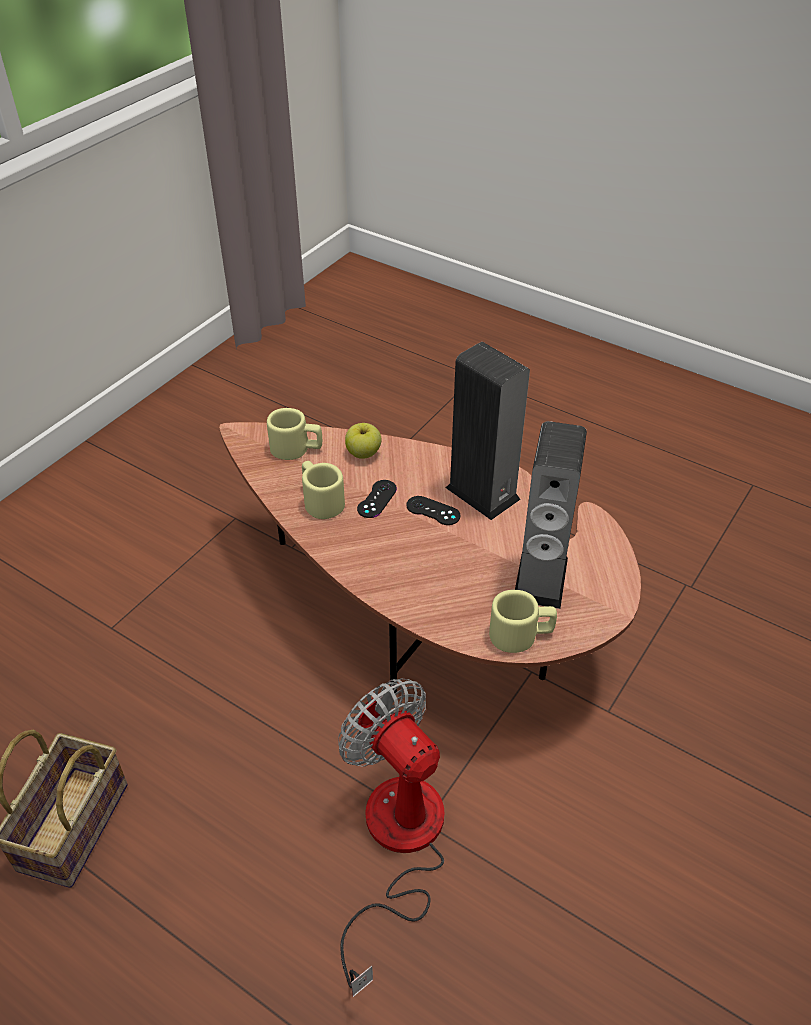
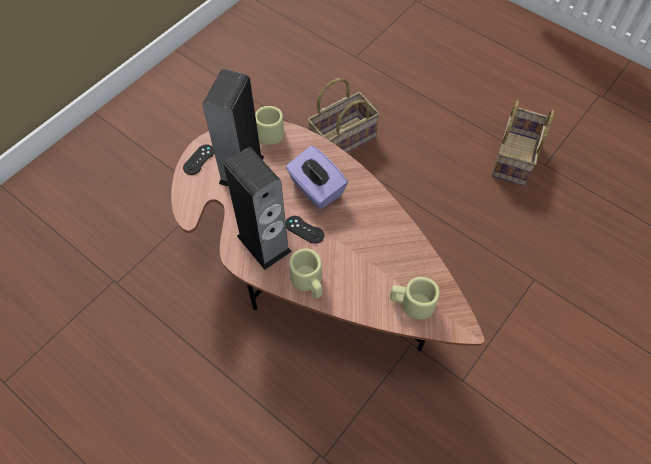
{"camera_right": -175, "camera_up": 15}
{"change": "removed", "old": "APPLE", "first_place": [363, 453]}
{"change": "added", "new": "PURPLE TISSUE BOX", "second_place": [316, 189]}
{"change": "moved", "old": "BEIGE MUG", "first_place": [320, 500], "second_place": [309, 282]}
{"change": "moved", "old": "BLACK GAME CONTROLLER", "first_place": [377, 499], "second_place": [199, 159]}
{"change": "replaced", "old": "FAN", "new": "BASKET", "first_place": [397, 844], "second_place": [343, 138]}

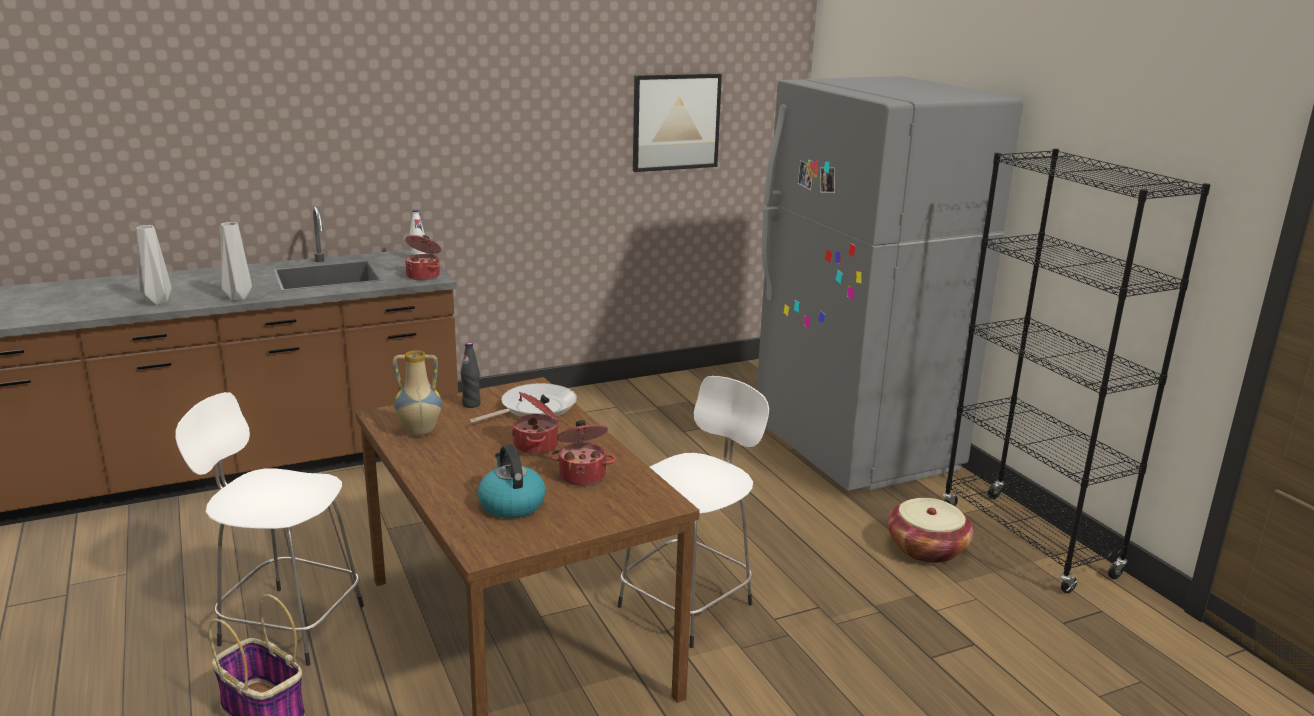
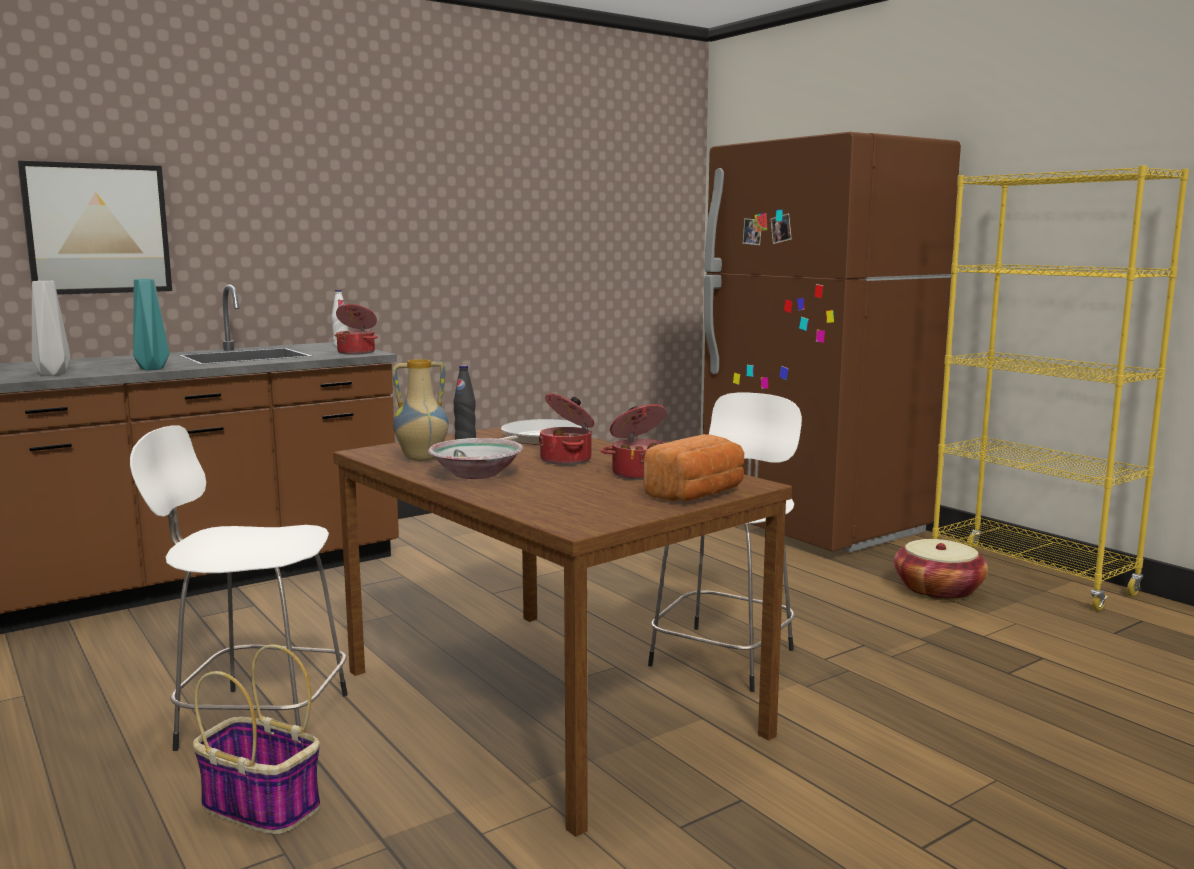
{"camera_right": -10, "camera_up": -10}
{"change": "removed", "old": "KETTLE", "first_place": [511, 504]}
{"change": "added", "new": "BOWL", "second_place": [477, 474]}
{"change": "added", "new": "BREAD", "second_place": [697, 494]}
{"change": "moved", "old": "PICTURE", "first_place": [676, 122], "second_place": [98, 229]}
{"change": "recoloured", "old": "GREY VASE", "new": "TURQUOISE VASE", "first_place": [239, 297], "second_place": [153, 368]}
{"change": "recoloured", "old": "GREY FRIDGE", "new": "BROWN FRIDGE", "first_place": [856, 449], "second_place": [813, 525]}
{"change": "recoloured", "old": "BLACK BOOKCASE", "new": "YELLOW BOOKCASE", "first_place": [1027, 541], "second_place": [1030, 577]}

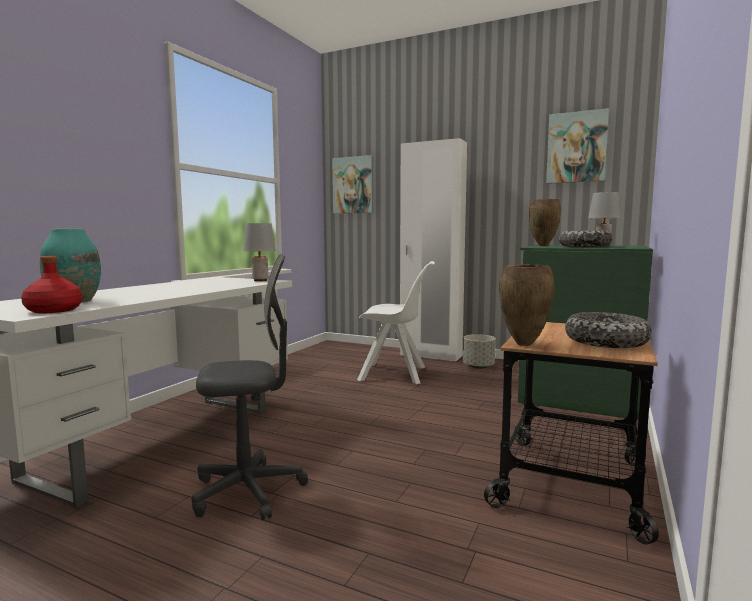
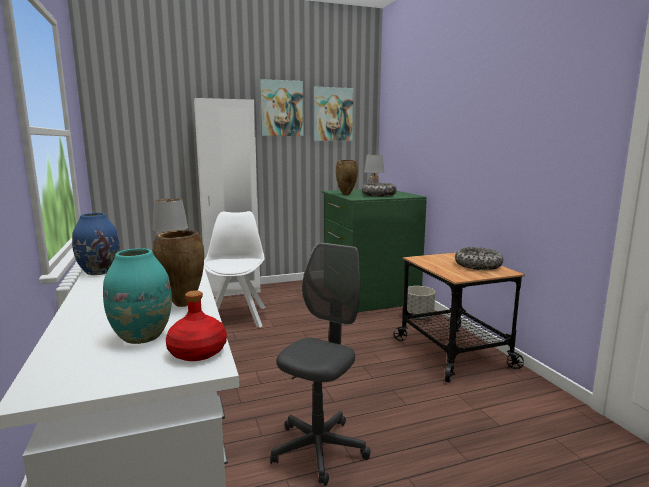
{"camera_right": -45, "camera_up": 5}
{"change": "added", "new": "BLUE VASE", "second_place": [99, 271]}
{"change": "moved", "old": "PICTURE", "first_place": [353, 185], "second_place": [281, 108]}
{"change": "moved", "old": "GREY PLANTER", "first_place": [478, 366], "second_place": [418, 317]}
{"change": "moved", "old": "BROWN VASE", "first_place": [523, 344], "second_place": [182, 305]}
{"change": "turned", "old": "WHITE CHAIR", "first_place": [395, 374], "second_place": [237, 316], "degrees": -60}

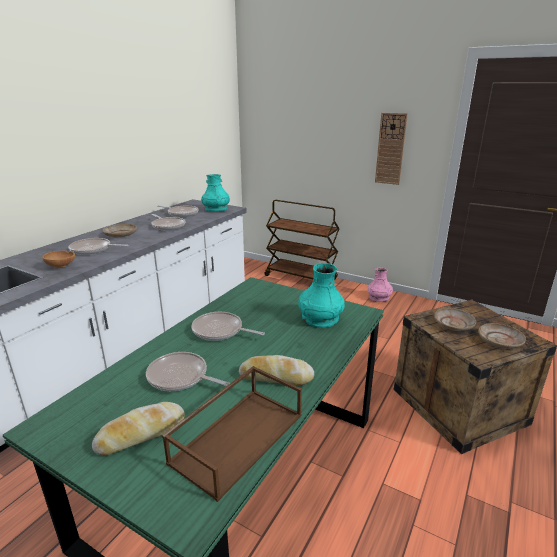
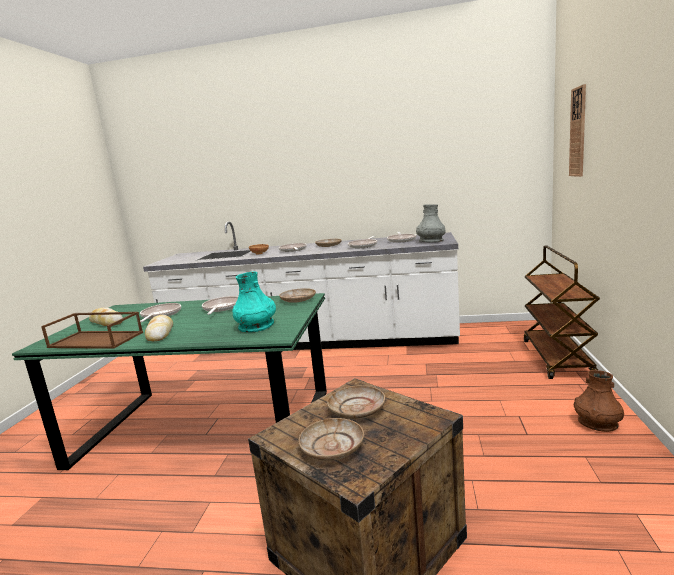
{"camera_right": 70, "camera_up": -10}
{"change": "added", "new": "BEIGE PLATE", "second_place": [298, 300]}
{"change": "moved", "old": "WALL CLOCK", "first_place": [390, 149], "second_place": [578, 132]}
{"change": "recoloured", "old": "TURQUOISE VASE", "new": "GREY VASE", "first_place": [216, 209], "second_place": [431, 241]}
{"change": "recoloured", "old": "PINK VASE", "new": "BROWN VASE", "first_place": [379, 298], "second_place": [597, 423]}

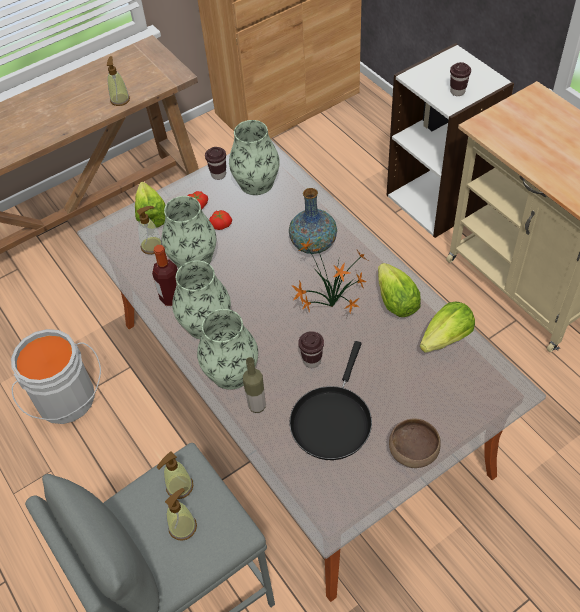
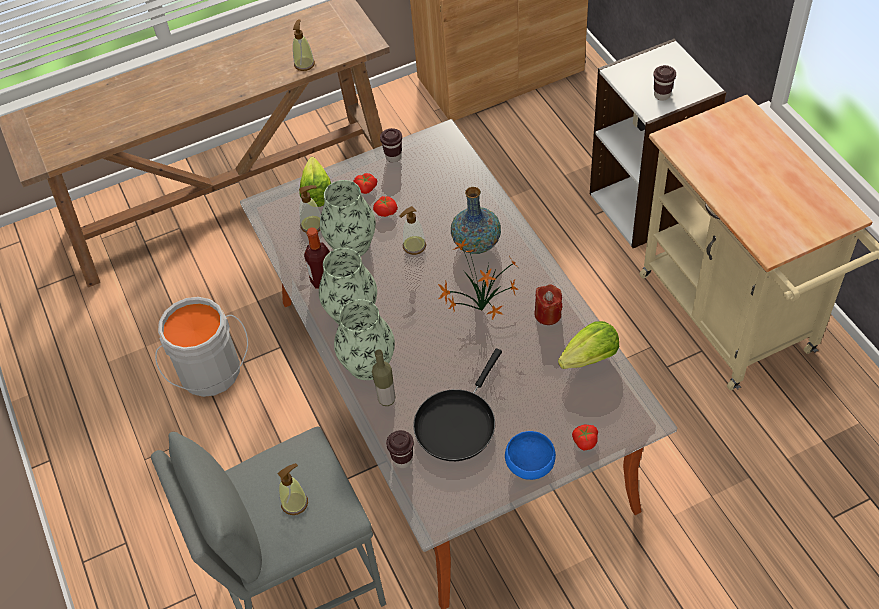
{"camera_right": 10, "camera_up": 0}
{"change": "removed", "old": "VASE", "first_place": [256, 183]}
{"change": "added", "new": "TOMATO", "second_place": [584, 441]}
{"change": "moved", "old": "SOAP DISPENSER", "first_place": [179, 486], "second_place": [414, 246]}
{"change": "moved", "old": "BROWN CUP", "first_place": [312, 360], "second_place": [402, 460]}
{"change": "replaced", "old": "LETTUCE", "new": "RED CANDLE", "first_place": [396, 302], "second_place": [547, 314]}
{"change": "recoloured", "old": "BROWN BOWL", "new": "BLUE BOWL", "first_place": [412, 453], "second_place": [529, 465]}

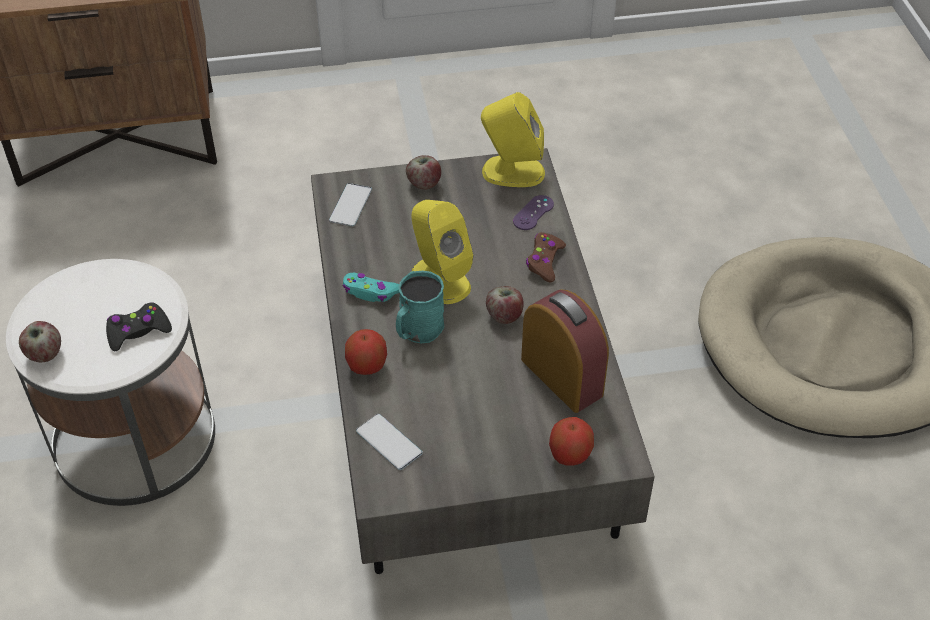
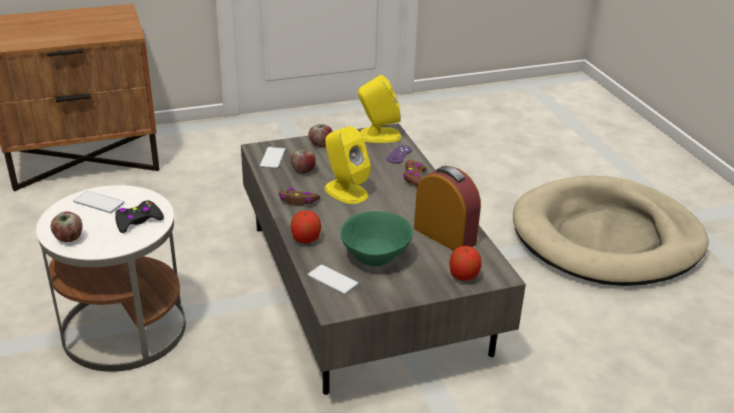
{"camera_right": -10, "camera_up": -15}
{"change": "removed", "old": "TURQUOISE MUG", "first_place": [418, 331]}
{"change": "added", "new": "PHONE", "second_place": [99, 202]}
{"change": "added", "new": "GREEN BOWL", "second_place": [374, 255]}
{"change": "moved", "old": "APPLE", "first_place": [504, 315], "second_place": [303, 170]}
{"change": "recoloured", "old": "TURQUOISE GAME CONTROLLER", "new": "BROWN GAME CONTROLLER", "first_place": [370, 292], "second_place": [298, 201]}

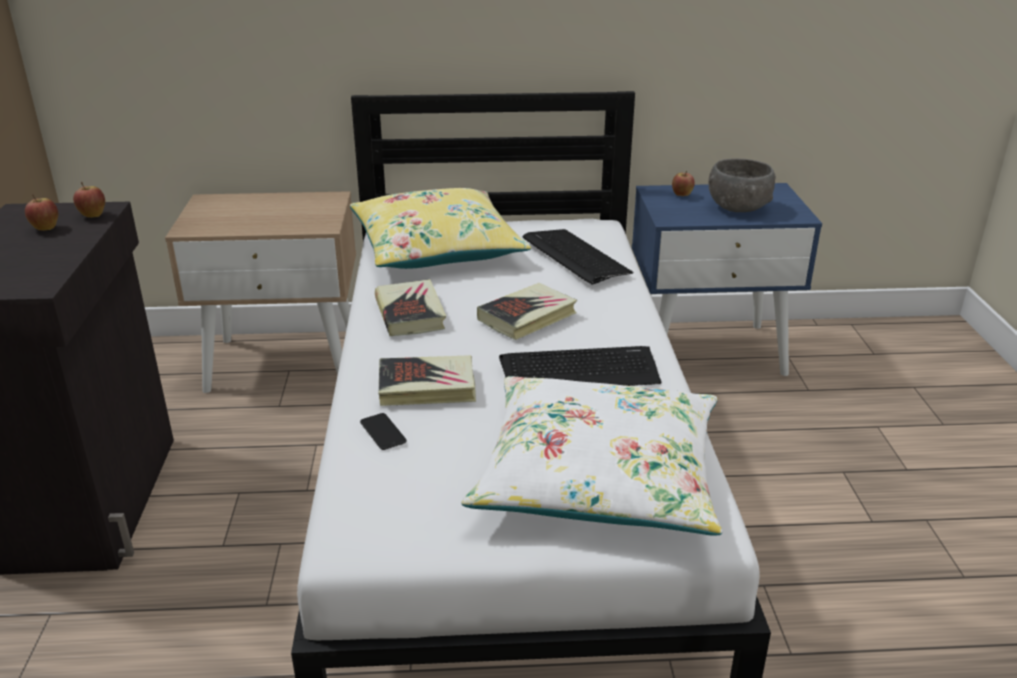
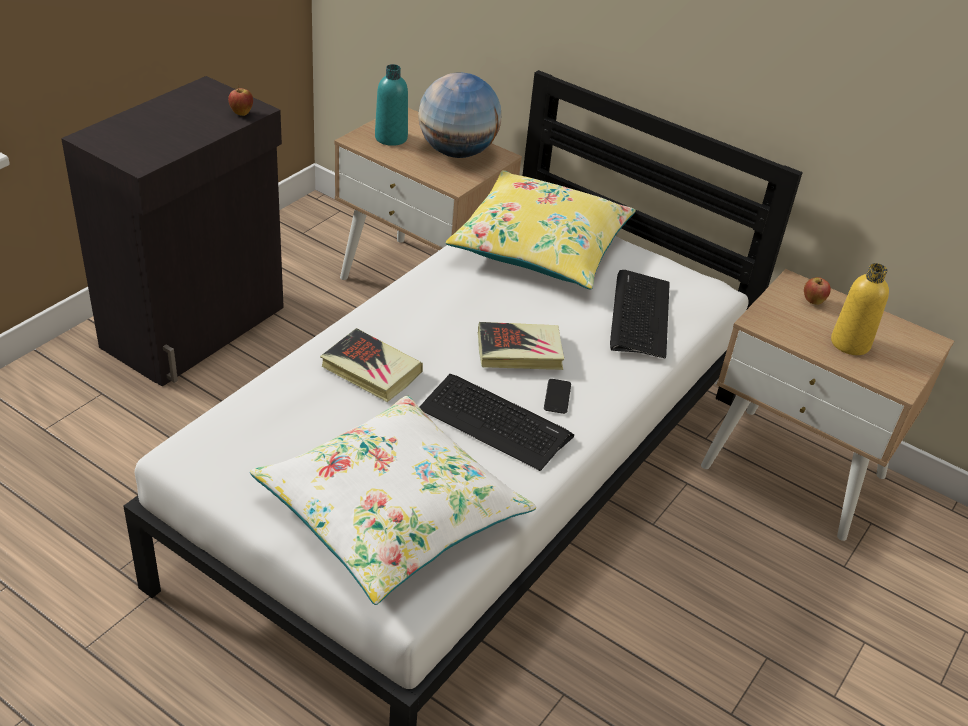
{"camera_right": 35, "camera_up": 10}
{"change": "removed", "old": "APPLE", "first_place": [46, 229]}
{"change": "removed", "old": "BOOK", "first_place": [410, 314]}
{"change": "added", "new": "TURQUOISE BOTTLE", "second_place": [391, 138]}
{"change": "added", "new": "GLOBE", "second_place": [457, 152]}
{"change": "moved", "old": "PHONE", "first_place": [383, 432], "second_place": [557, 397]}
{"change": "replaced", "old": "GREY BOWL", "new": "YELLOW BOTTLE", "first_place": [738, 207], "second_place": [850, 343]}
{"change": "recoloured", "old": "BLUE NIGHTSTAND", "new": "BEIGE NIGHTSTAND", "first_place": [708, 350], "second_place": [794, 471]}

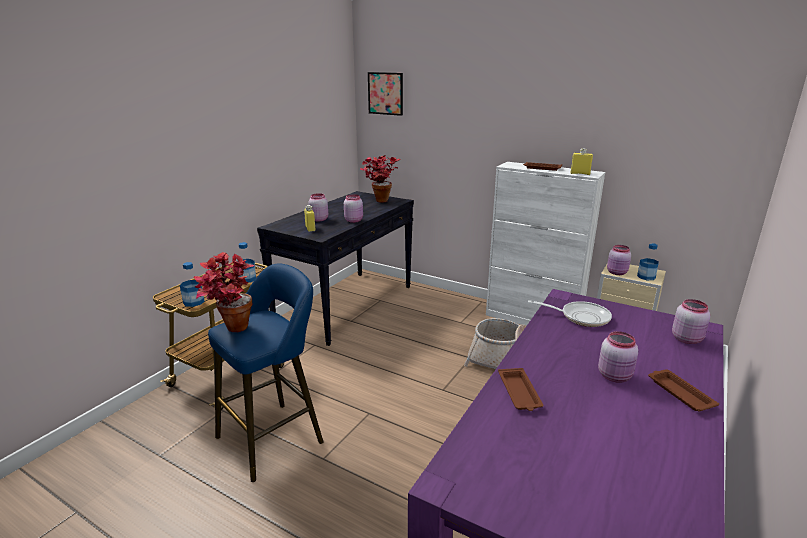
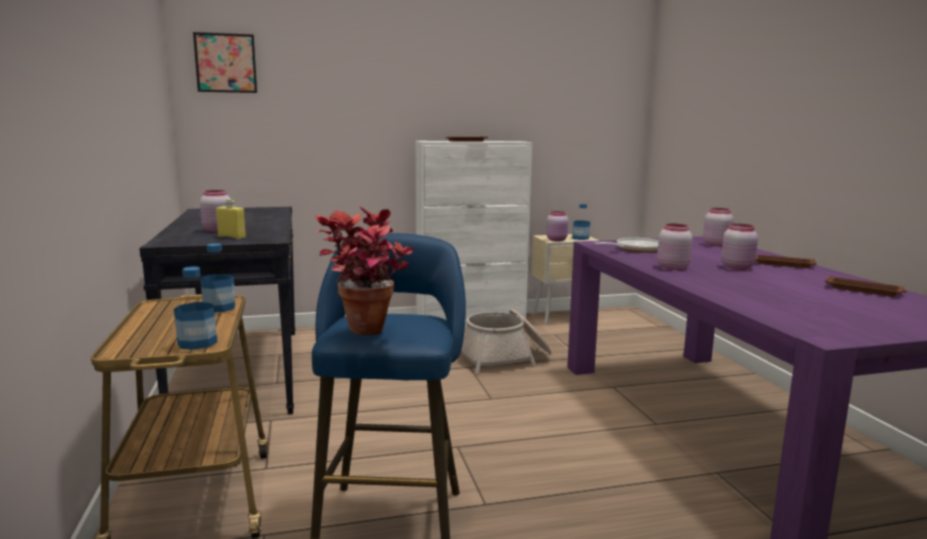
{"camera_right": -45, "camera_up": -10}
{"change": "removed", "old": "POTTED PLANT", "first_place": [379, 200]}
{"change": "removed", "old": "YELLOW BOTTLE", "first_place": [580, 173]}
{"change": "moved", "old": "PINK JAR", "first_place": [354, 220], "second_place": [672, 267]}
{"change": "moved", "old": "BROWN TRAY", "first_place": [519, 393], "second_place": [865, 290]}

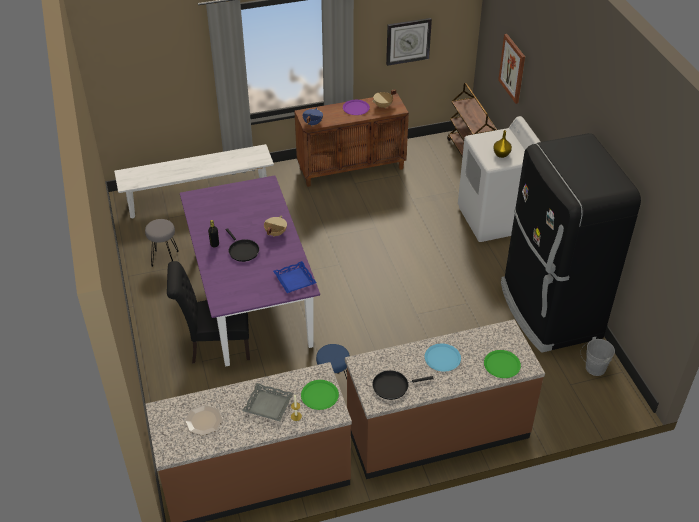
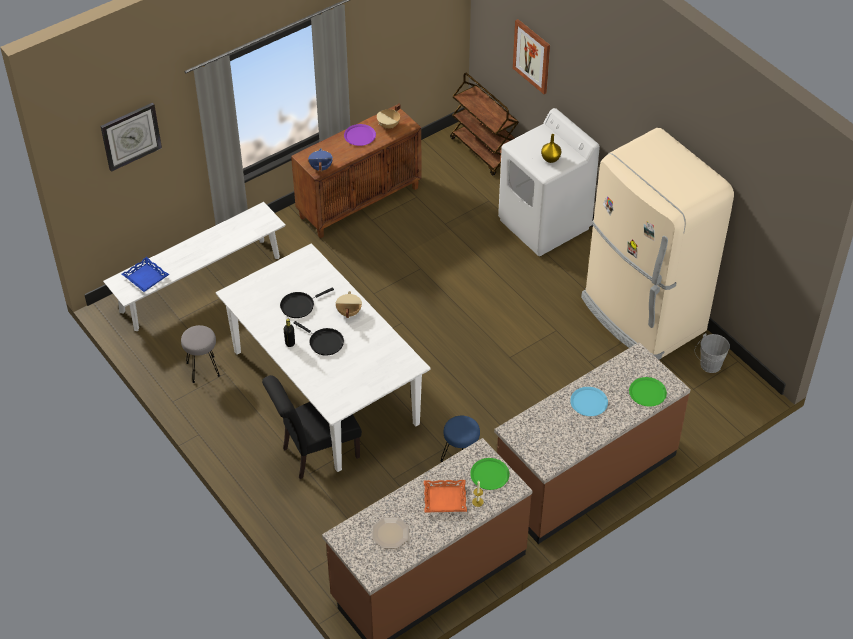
{"camera_right": -20, "camera_up": 5}
{"change": "moved", "old": "BLUE TRAY", "first_place": [294, 280], "second_place": [145, 277]}
{"change": "moved", "old": "BLACK FRYING PAN", "first_place": [393, 386], "second_place": [299, 305]}
{"change": "moved", "old": "WALL CLOCK", "first_place": [408, 41], "second_place": [130, 136]}
{"change": "recoloured", "old": "PURPLE DINING TABLE", "new": "WHITE DINING TABLE", "first_place": [251, 297], "second_place": [324, 387]}
{"change": "recoloured", "old": "GREY TRAY", "new": "ORANGE TRAY", "first_place": [268, 405], "second_place": [445, 499]}
{"change": "recoloured", "old": "BLACK FRIDGE", "new": "BEIGE FRIDGE", "first_place": [548, 311], "second_place": [642, 316]}

